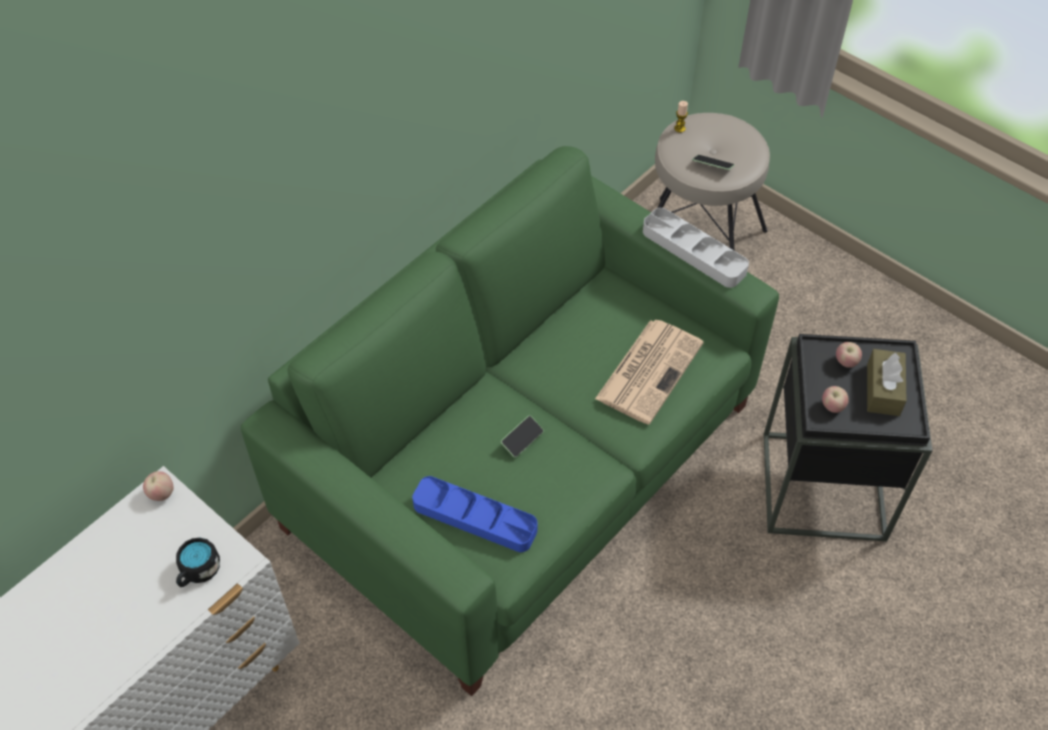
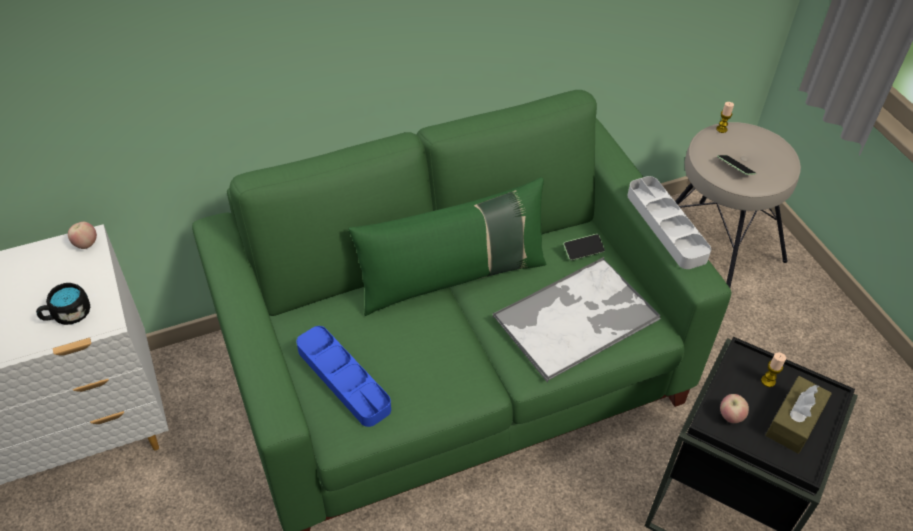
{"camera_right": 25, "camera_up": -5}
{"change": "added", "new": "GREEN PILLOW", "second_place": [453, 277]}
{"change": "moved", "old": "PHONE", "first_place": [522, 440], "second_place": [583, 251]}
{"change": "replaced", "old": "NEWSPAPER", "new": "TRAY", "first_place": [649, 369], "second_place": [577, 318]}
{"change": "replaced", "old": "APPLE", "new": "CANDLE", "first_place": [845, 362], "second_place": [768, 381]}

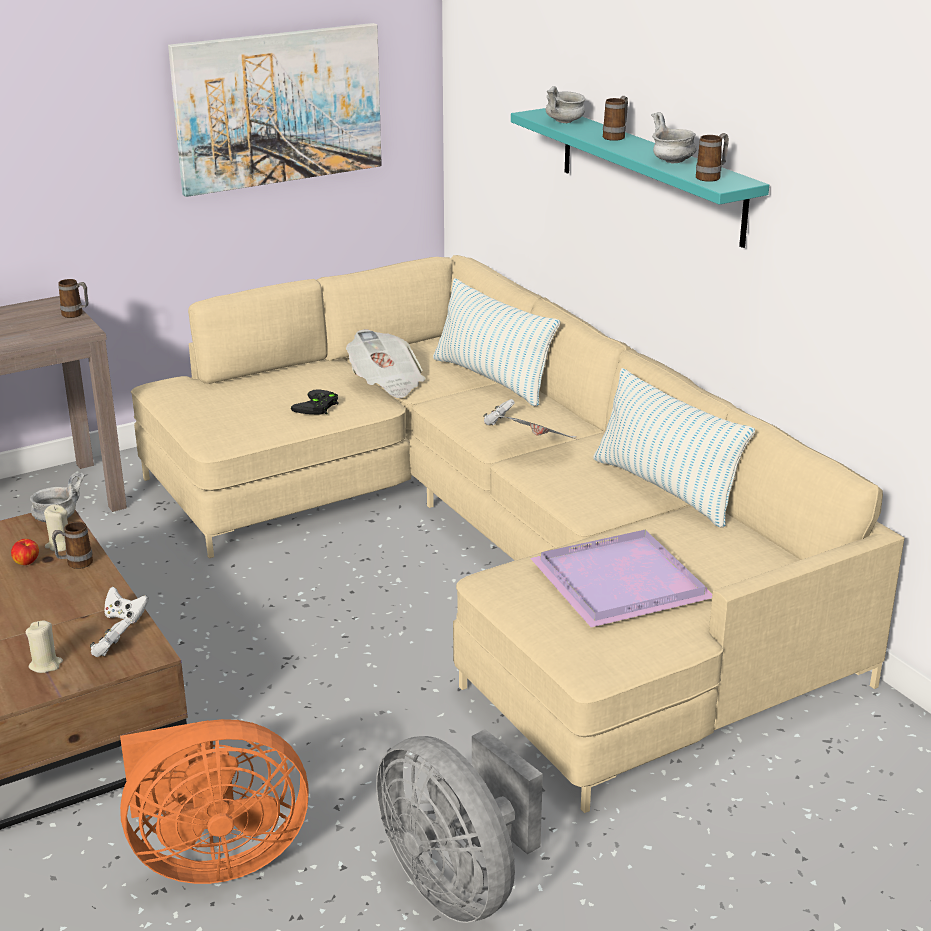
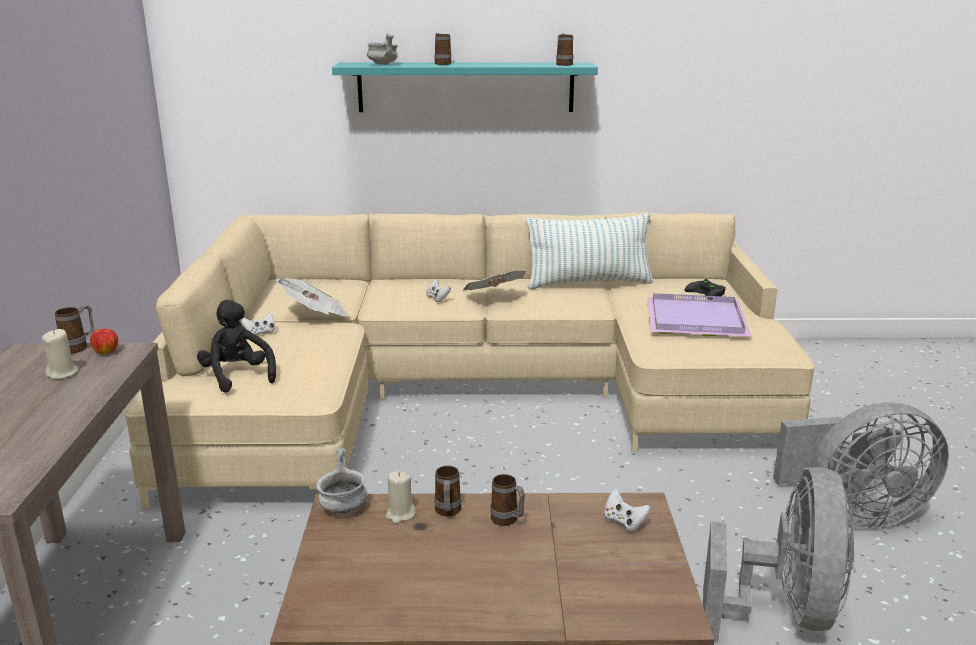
{"camera_right": -60, "camera_up": -5}
{"change": "removed", "old": "PICTURE", "first_place": [278, 107]}
{"change": "removed", "old": "PILLOW", "first_place": [492, 379]}
{"change": "removed", "old": "GREY BOWL", "first_place": [671, 161]}
{"change": "added", "new": "BLACK PLUSH TOY", "second_place": [238, 376]}
{"change": "added", "new": "MUG", "second_place": [508, 521]}
{"change": "moved", "old": "APPLE", "first_place": [27, 563], "second_place": [106, 352]}
{"change": "moved", "old": "BEIGE CANDLE", "first_place": [46, 665], "second_place": [62, 373]}
{"change": "moved", "old": "WHITE GAME CONTROLLER", "first_place": [126, 617], "second_place": [260, 333]}
{"change": "moved", "old": "BLACK GAME CONTROLLER", "first_place": [317, 407], "second_place": [708, 293]}
{"change": "recoloured", "old": "ORANGE FAN", "new": "GREY FAN", "first_place": [213, 858], "second_place": [784, 611]}

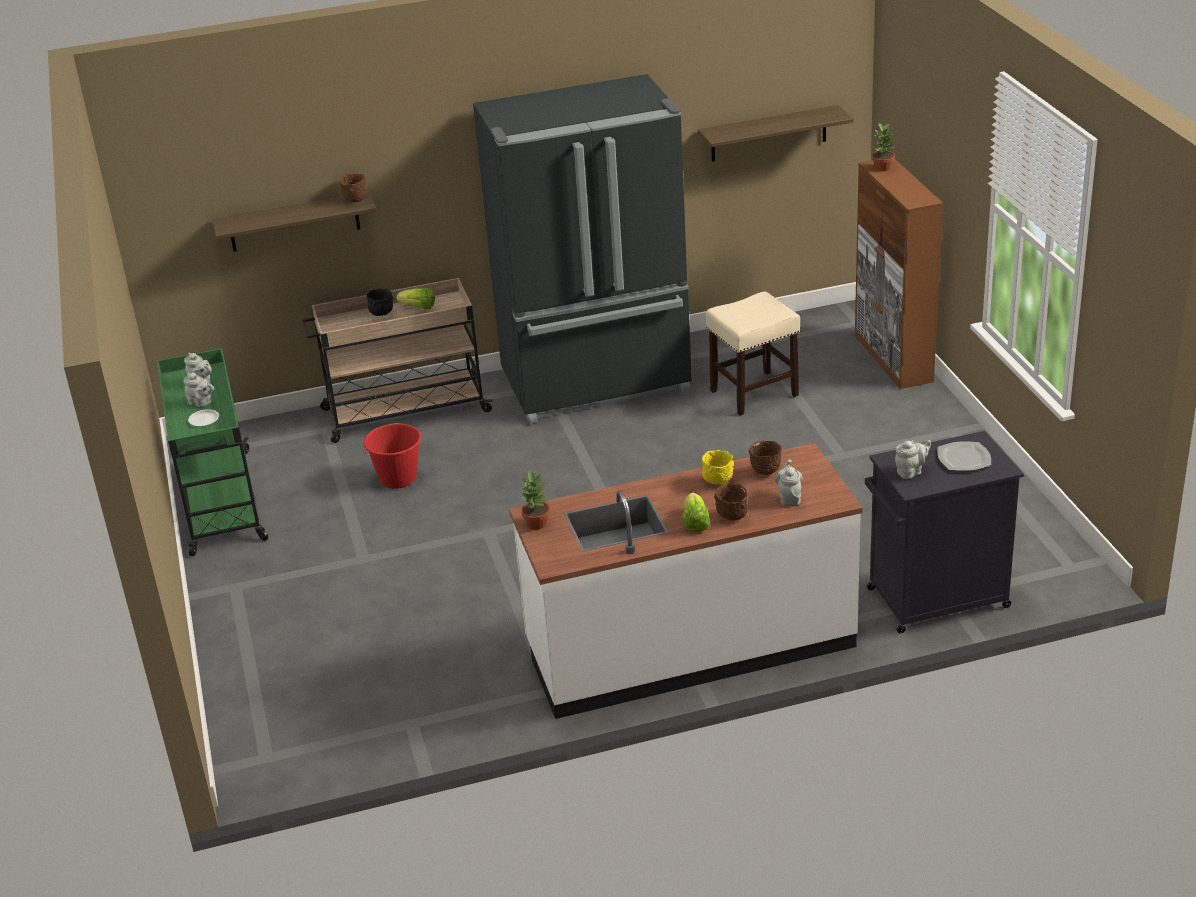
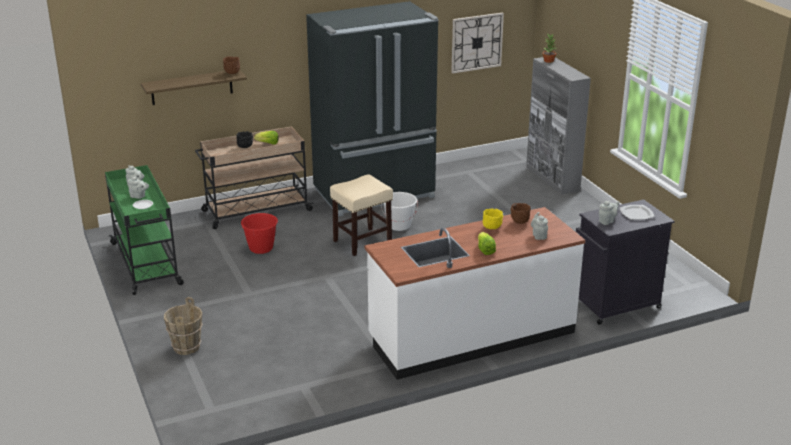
{"camera_right": -10, "camera_up": -5}
{"change": "removed", "old": "POTTED PLANT", "first_place": [537, 523]}
{"change": "removed", "old": "BROWN BOWL", "first_place": [732, 516]}
{"change": "added", "new": "BROWN BUCKET", "second_place": [186, 347]}
{"change": "added", "new": "WHITE BUCKET", "second_place": [399, 225]}
{"change": "moved", "old": "BEIGE STOOL", "first_place": [753, 393], "second_place": [362, 242]}
{"change": "replaced", "old": "SHELF", "new": "WALL CLOCK", "first_place": [768, 134], "second_place": [476, 42]}
{"change": "recoloured", "old": "BROWN CABINET", "new": "GREY CABINET", "first_place": [893, 359], "second_place": [552, 178]}

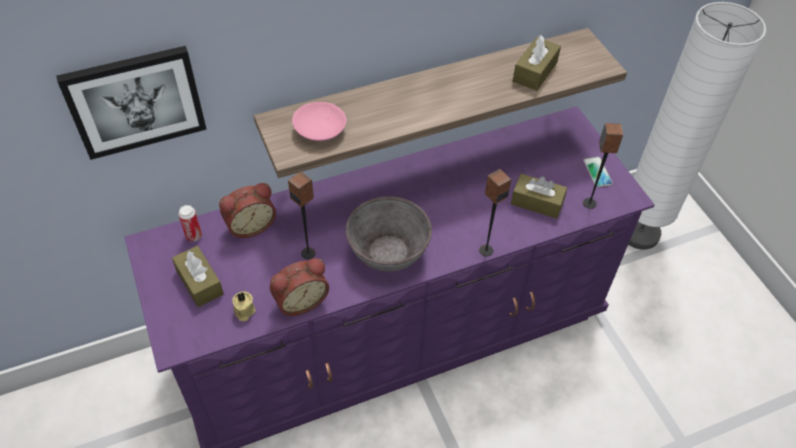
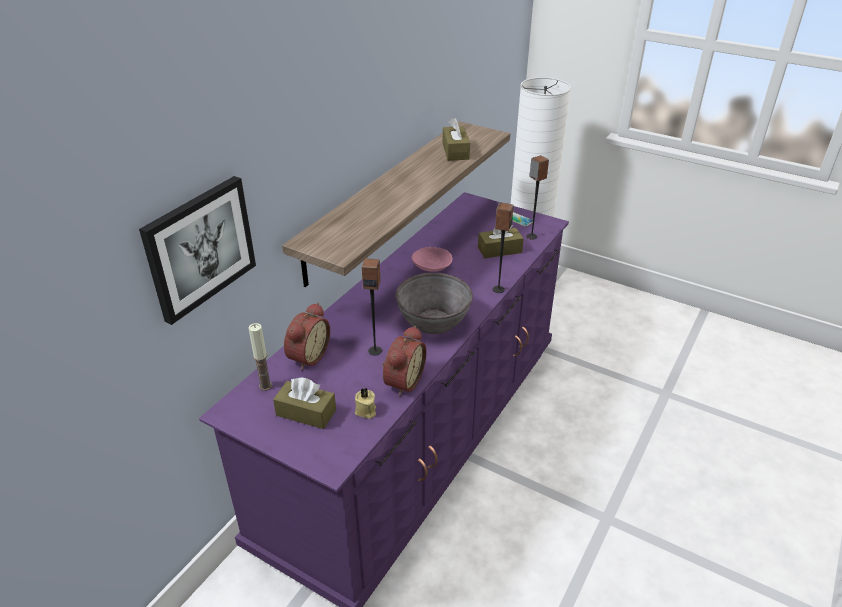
{"camera_right": -35, "camera_up": -15}
{"change": "moved", "old": "PINK BOWL", "first_place": [320, 130], "second_place": [432, 266]}
{"change": "replaced", "old": "CAN", "new": "CANDLE", "first_place": [194, 236], "second_place": [265, 386]}

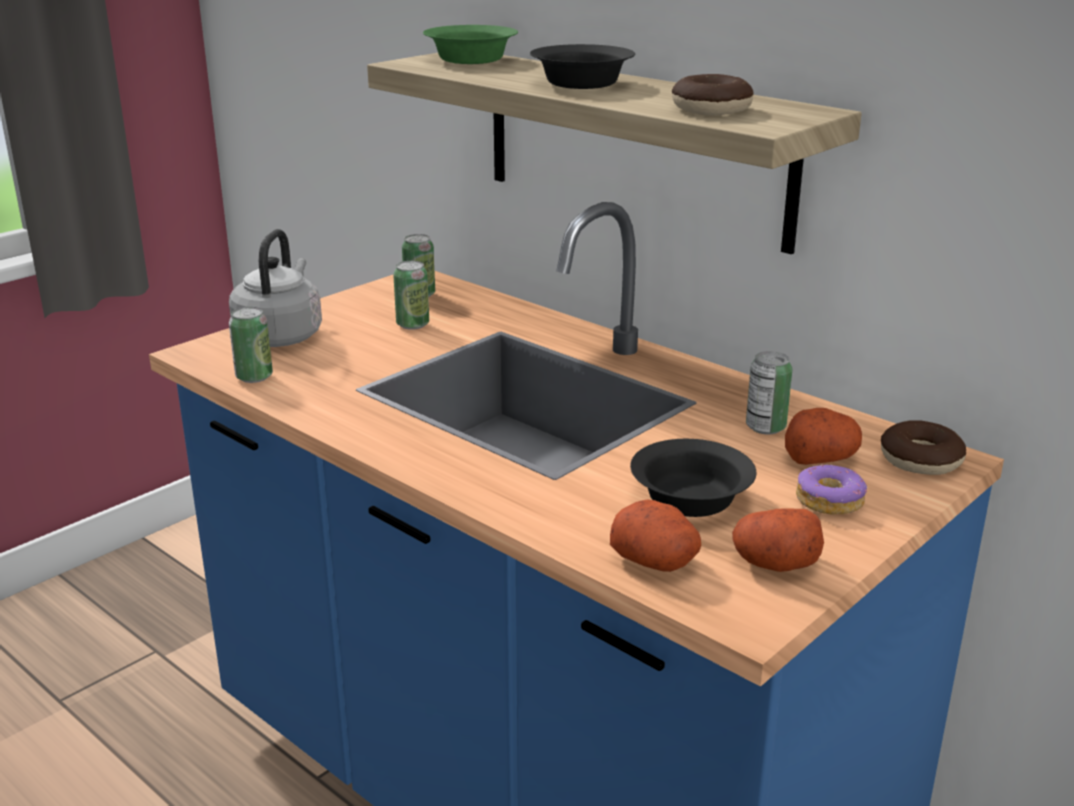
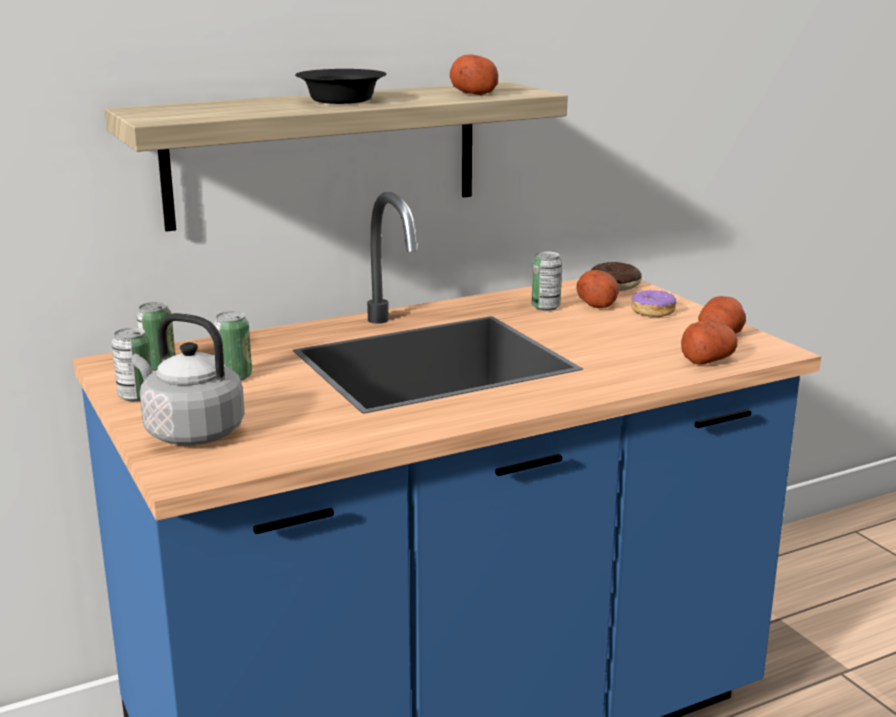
{"camera_right": -70, "camera_up": -5}
{"change": "removed", "old": "GREEN BOWL", "first_place": [472, 59]}
{"change": "removed", "old": "BLACK BOWL", "first_place": [693, 499]}
{"change": "moved", "old": "CAN", "first_place": [254, 377], "second_place": [136, 396]}
{"change": "replaced", "old": "DONUT", "new": "POTATO", "first_place": [711, 109], "second_place": [472, 93]}

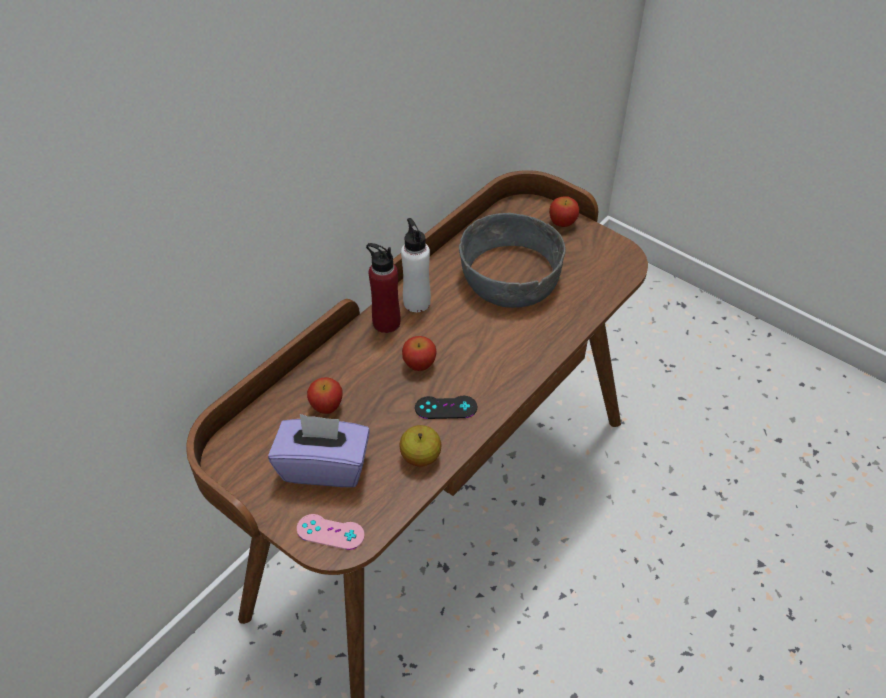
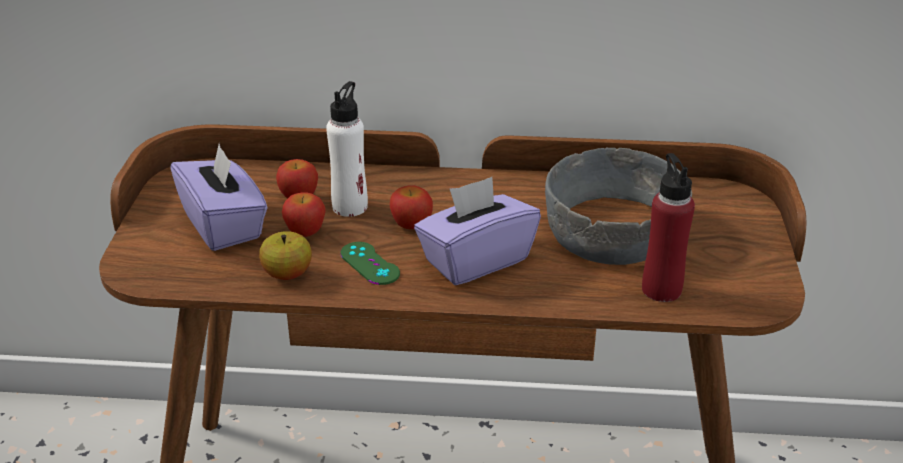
{"camera_right": 55, "camera_up": -15}
{"change": "removed", "old": "PINK GAME CONTROLLER", "first_place": [330, 532]}
{"change": "added", "new": "PURPLE TISSUE BOX", "second_place": [475, 260]}
{"change": "moved", "old": "RED BOTTLE", "first_place": [386, 322], "second_place": [661, 289]}
{"change": "moved", "old": "WHITE BOTTLE", "first_place": [416, 302], "second_place": [350, 207]}
{"change": "moved", "old": "APPLE", "first_place": [562, 222], "second_place": [305, 232]}
{"change": "recoloured", "old": "BLACK GAME CONTROLLER", "new": "GREEN GAME CONTROLLER", "first_place": [446, 407], "second_place": [369, 263]}

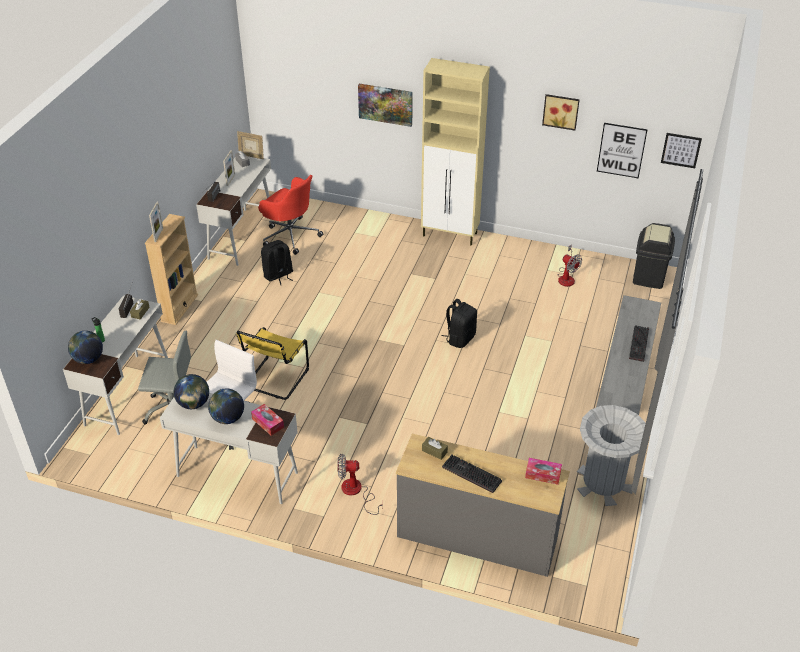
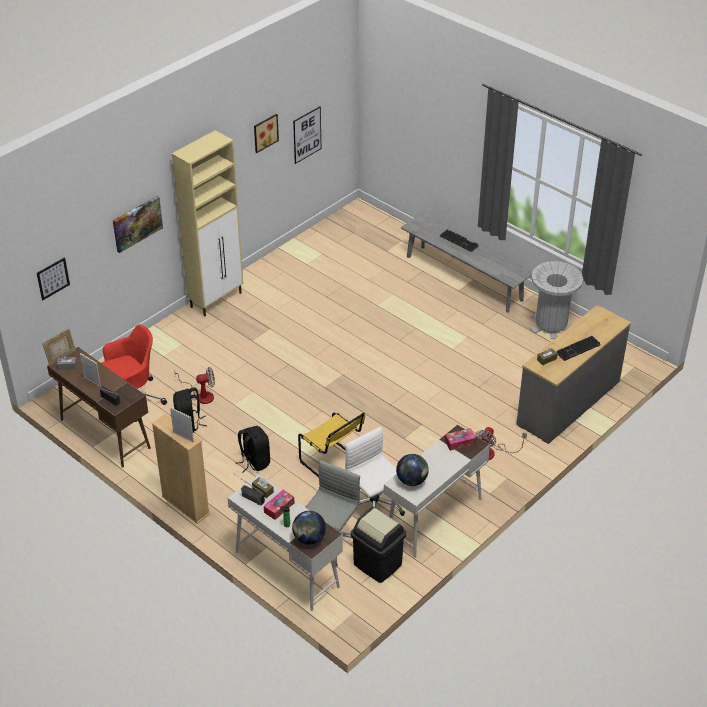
{"camera_right": -65, "camera_up": 0}
{"change": "removed", "old": "GLOBE", "first_place": [228, 418]}
{"change": "moved", "old": "BLACK BACKPACK", "first_place": [460, 338], "second_place": [254, 461]}
{"change": "moved", "old": "TISSUE BOX", "first_place": [543, 474], "second_place": [279, 507]}
{"change": "moved", "old": "FAN", "first_place": [567, 277], "second_place": [200, 395]}
{"change": "moved", "old": "BLACK TRASH CAN", "first_place": [649, 277], "second_place": [378, 564]}
{"change": "moved", "old": "PICTURE", "first_place": [681, 150], "second_place": [53, 278]}
{"change": "recoloured", "old": "WHITE DESK", "new": "BROWN DESK", "first_place": [241, 236], "second_place": [104, 433]}

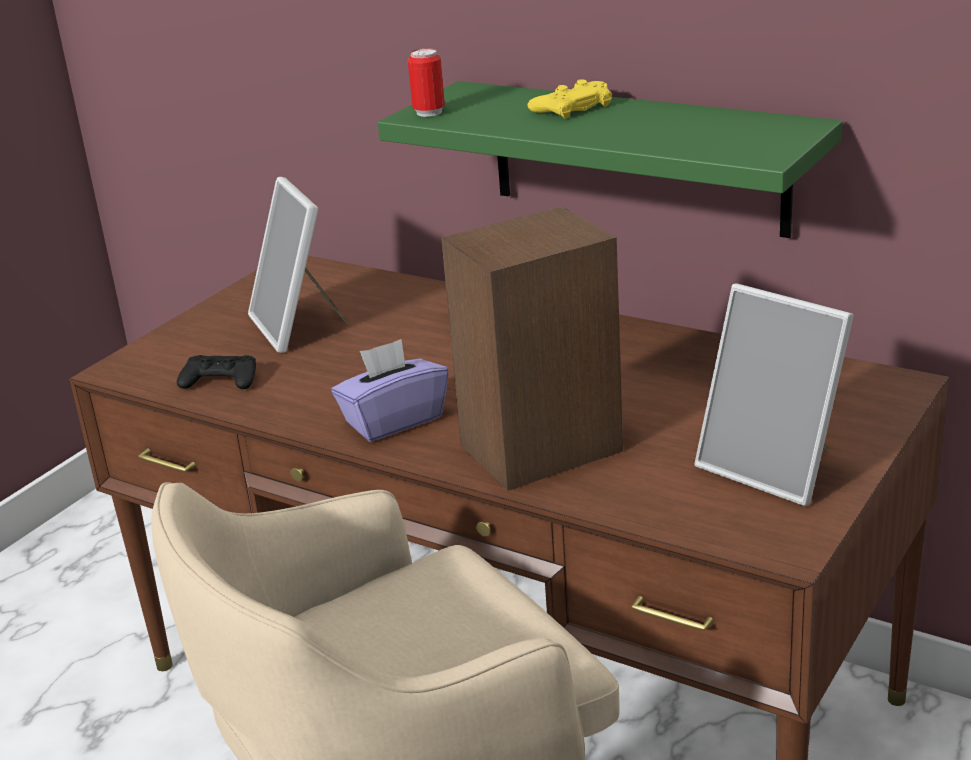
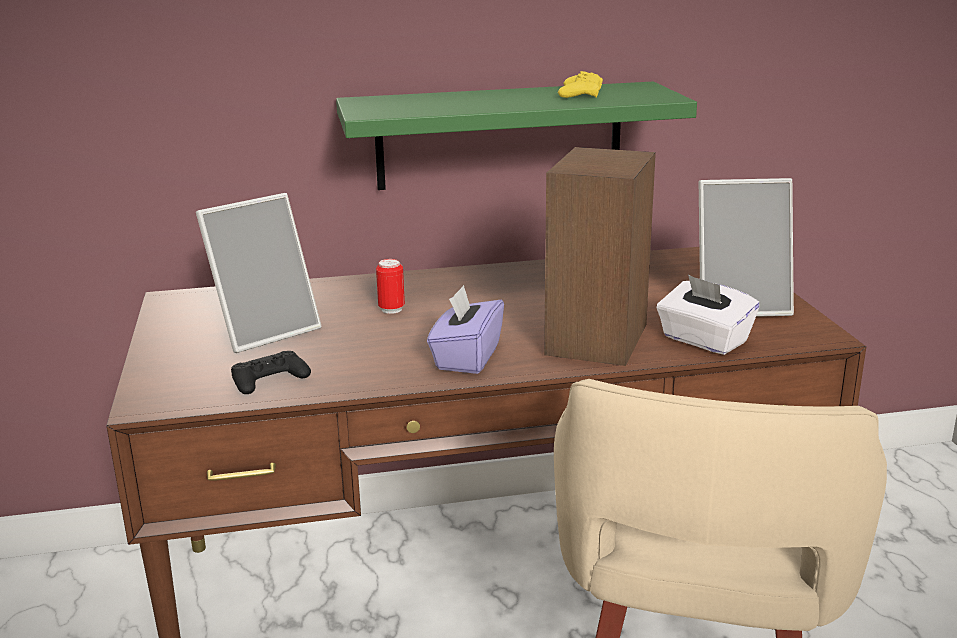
{"camera_right": -45, "camera_up": -5}
{"change": "added", "new": "WHITE TISSUE BOX", "second_place": [704, 340]}
{"change": "moved", "old": "CAN", "first_place": [429, 112], "second_place": [391, 309]}
{"change": "moved", "old": "YELLOW GAME CONTROLLER", "first_place": [571, 108], "second_place": [580, 93]}
{"change": "turned", "old": "PICTURE FRAME", "first_place": [299, 327], "second_place": [264, 331], "degrees": -60}

